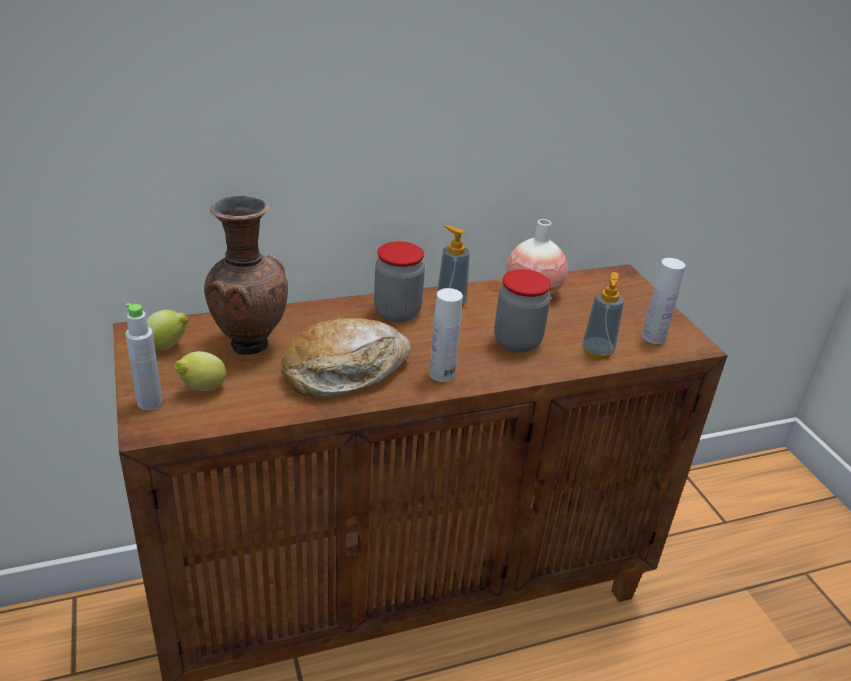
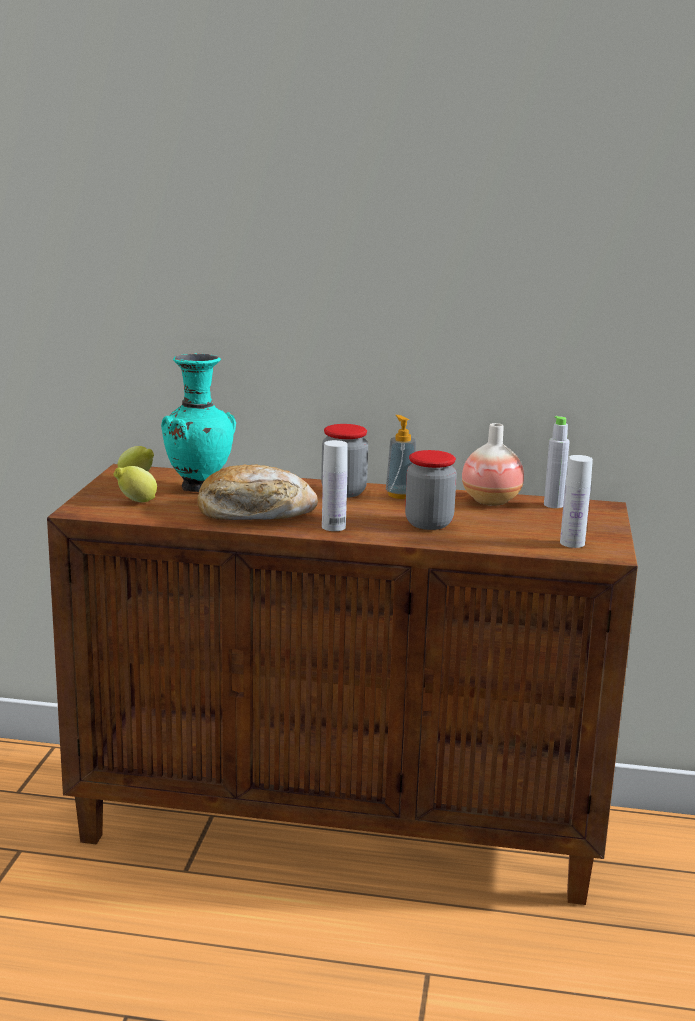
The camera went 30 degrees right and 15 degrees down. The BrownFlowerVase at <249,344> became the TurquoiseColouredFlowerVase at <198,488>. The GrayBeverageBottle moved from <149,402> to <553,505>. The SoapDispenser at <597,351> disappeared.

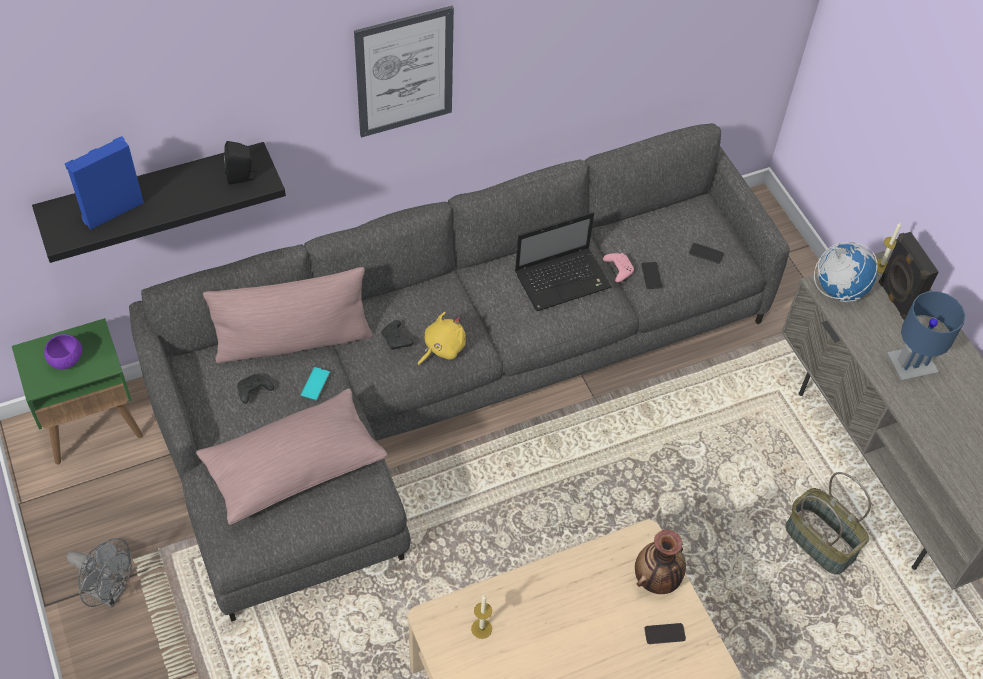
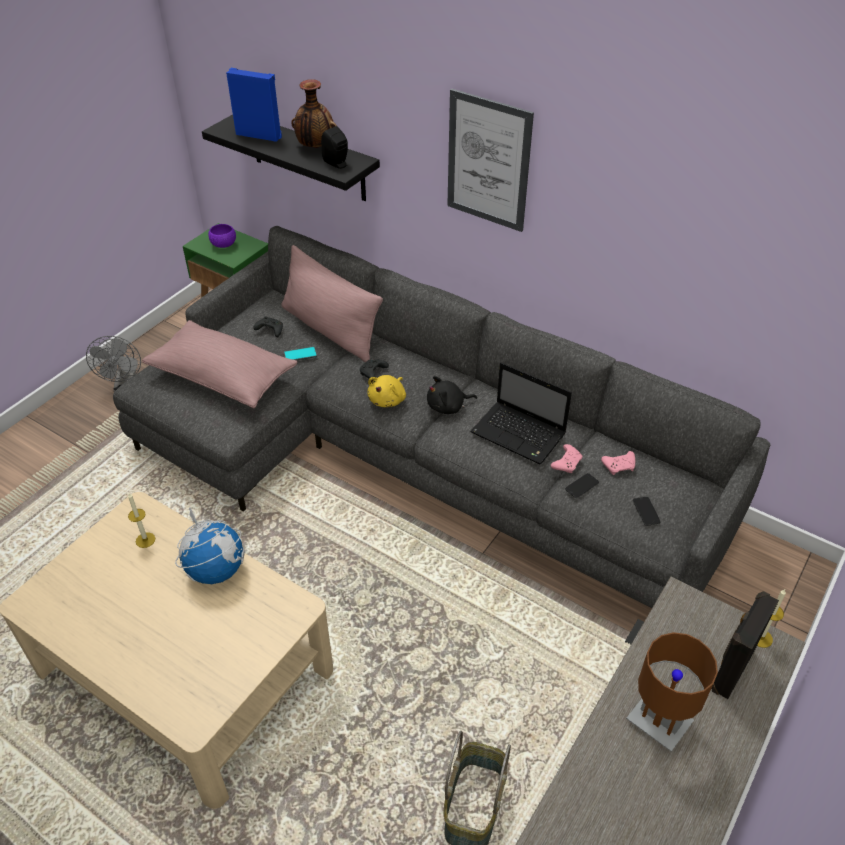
The camera went 60 degrees right and 10 degrees down. The WorldGlobe moved from <838,289> to <216,570>. The FlowerVase moved from <657,579> to <315,147>. The YellowCuddlyToy at <442,348> turned 105 degrees clockwise. The BlackCuddlyToy at <448,406> appeared. The PinkishJoypad at <619,466> appeared. The BlueTableLamp at <911,365> became the BrownTableLamp at <659,722>. The Telephone at <664,634> disappeared.

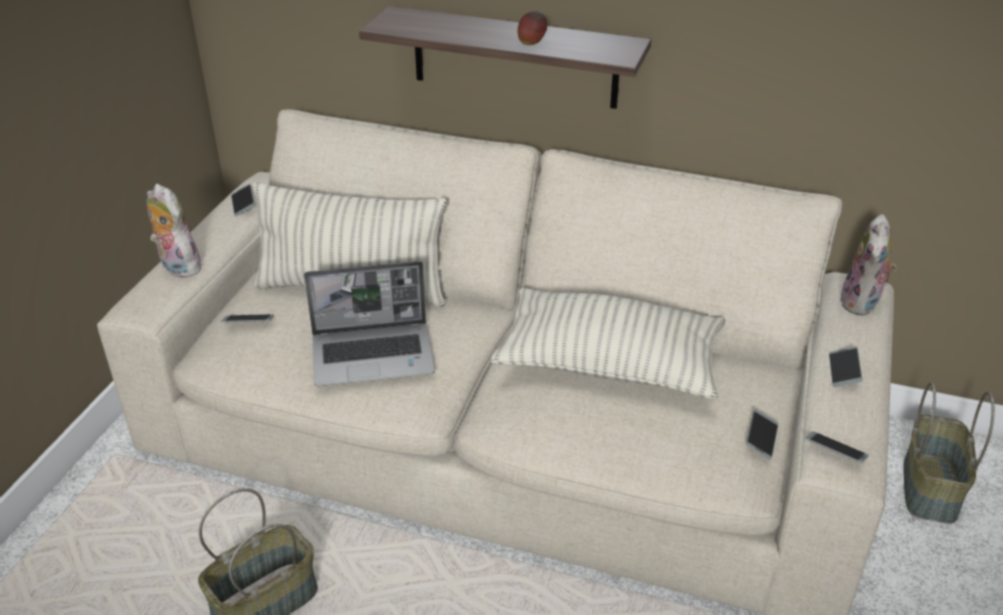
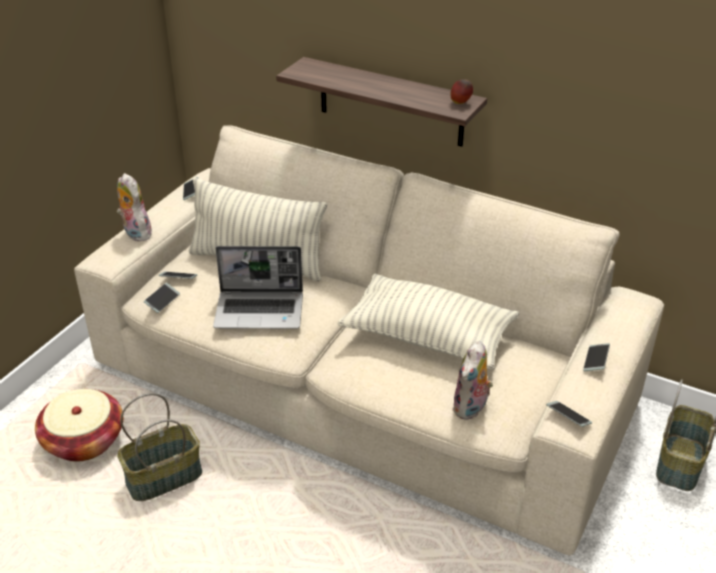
The camera went 10 degrees right and 0 degrees up. The HouseholdBasket at <84,440> appeared. The Telephone moved from <761,438> to <162,301>. The Apple moved from <532,44> to <460,103>. The CuddlyToy moved from <862,304> to <471,408>.

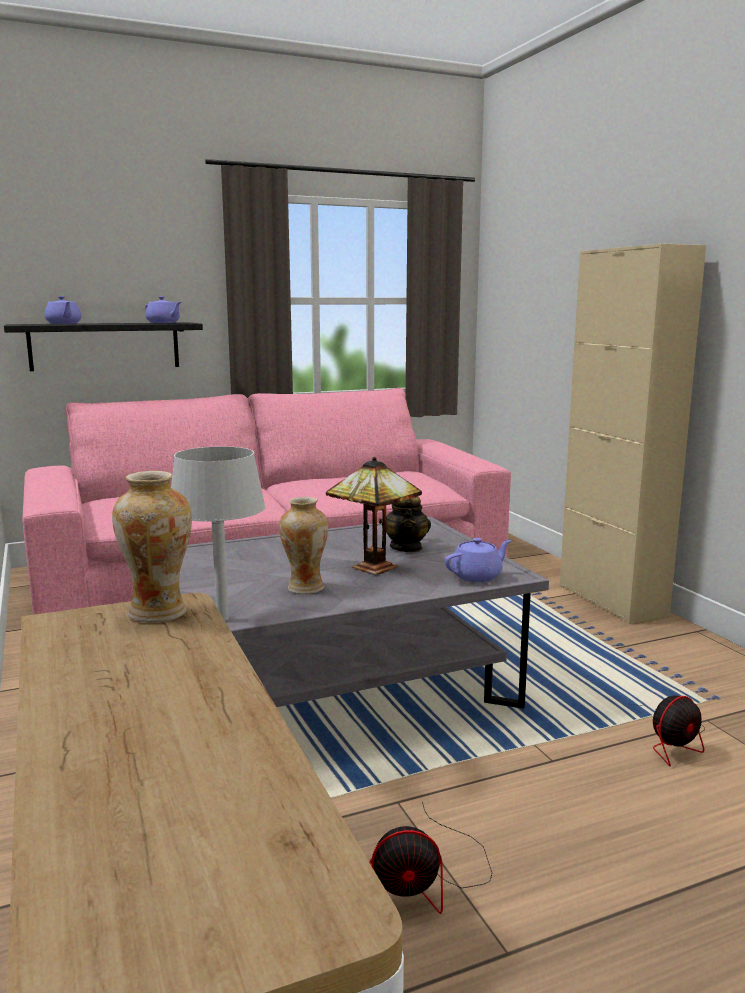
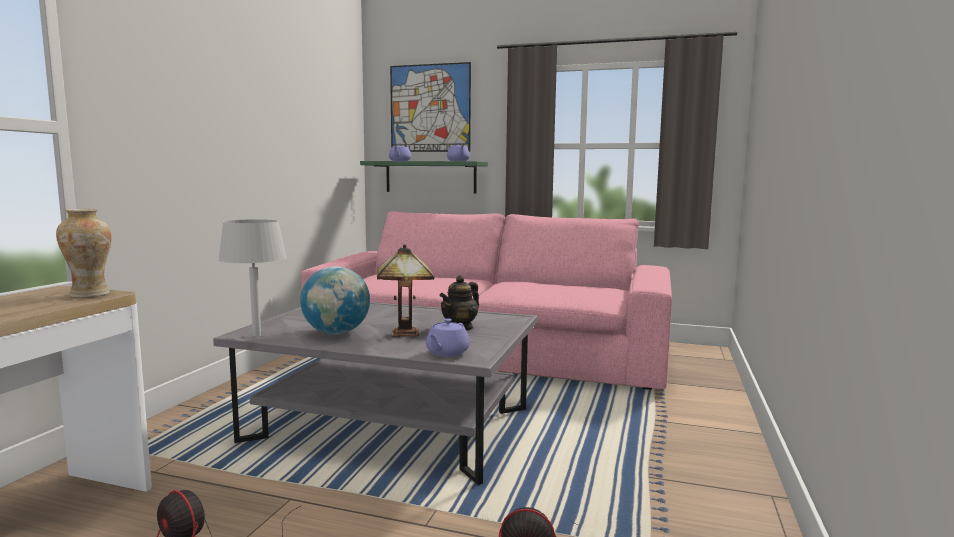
The camera went 40 degrees right and 5 degrees down. The FlowerVase at <305,588> was replaced by the WorldGlobe at <336,333>. The BlackBracketShelf at <105,346> became the GreenBracketShelf at <430,177>. The WallArt at <430,108> appeared. The PurplishPotForTea at <477,576> turned 105 degrees clockwise. The SandColouredCupboard at <611,600> disappeared.

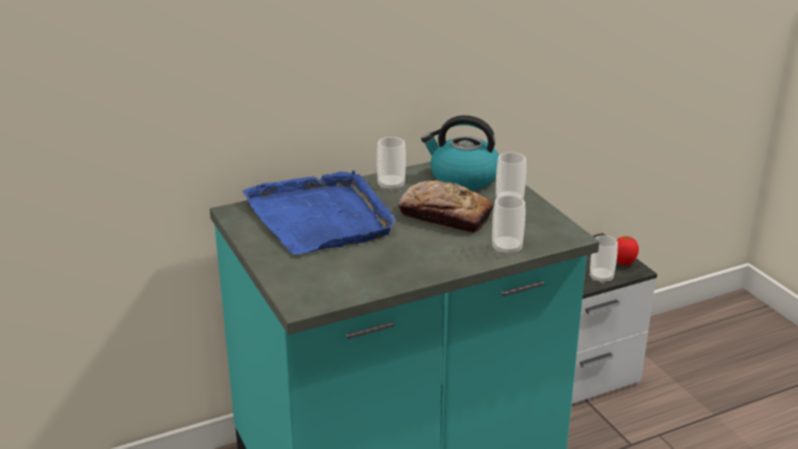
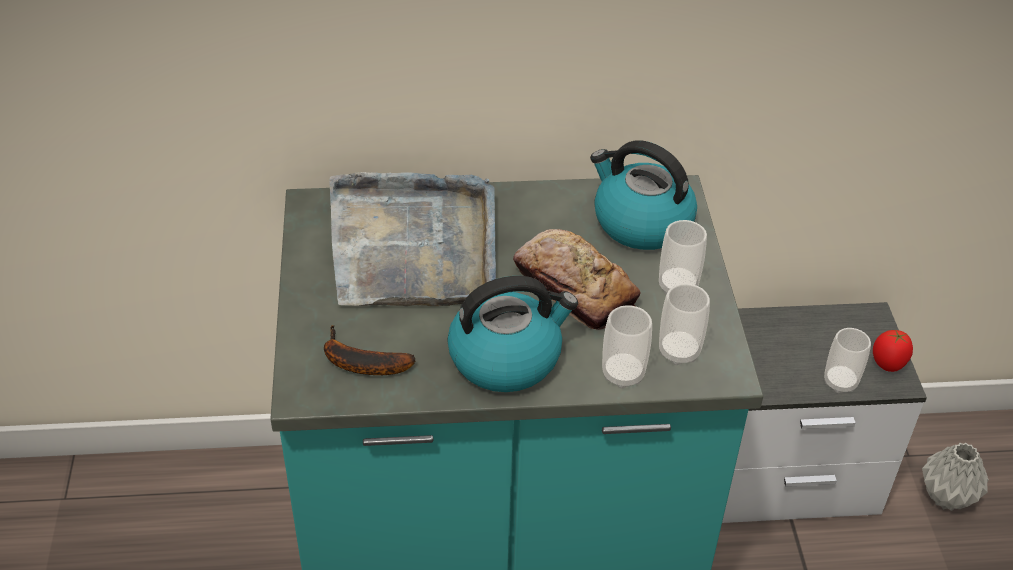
The camera went 20 degrees right and 15 degrees up. The Banana at <359,362> appeared. The BlueCarryingTray at <321,217> became the GrayCarryingTray at <413,245>. The WaterKettle at <506,357> appeared. The SmallCup moved from <391,186> to <679,351>. The GrayFlowerVase at <948,497> appeared.

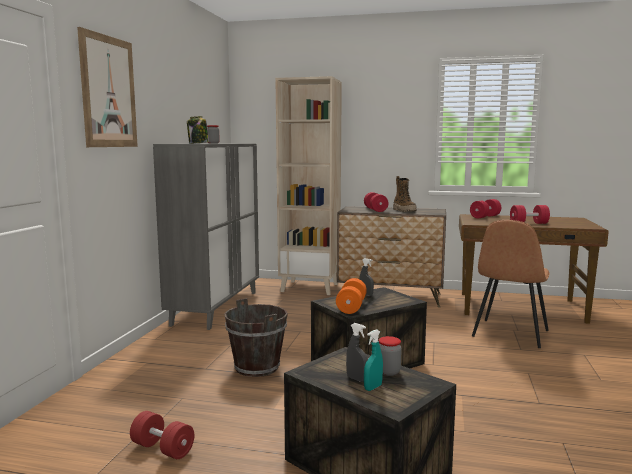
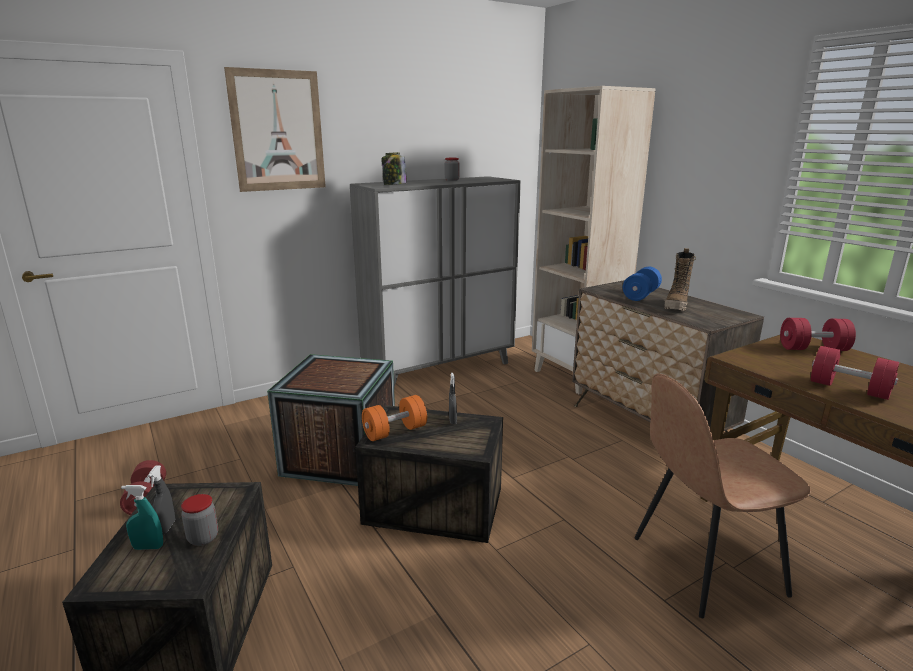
The camera went 45 degrees right and 10 degrees up. The BrownBucket at <257,367> was replaced by the Crate at <340,456>. The RedFreeWeight at <375,210> became the BlueFreeWeight at <641,295>.

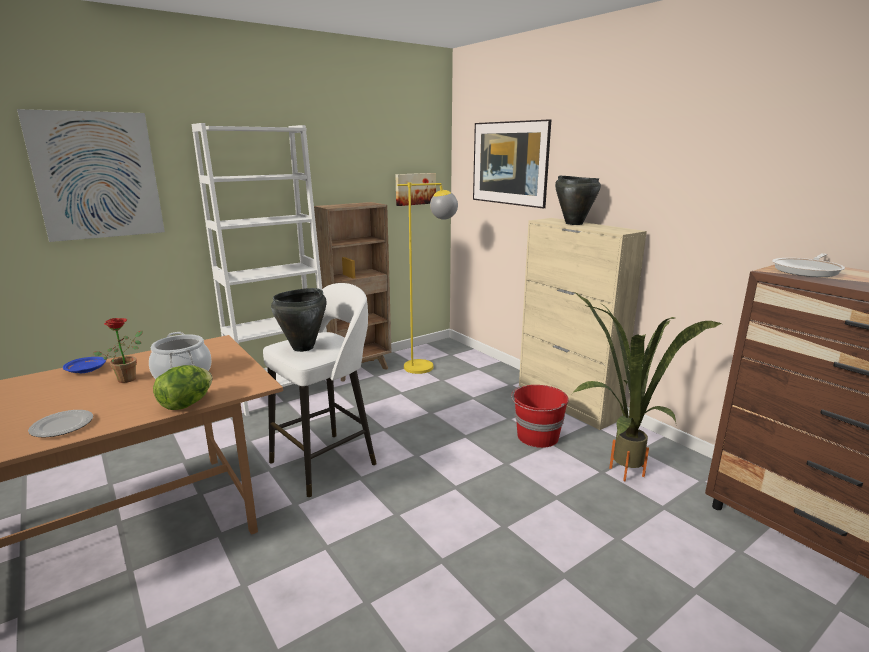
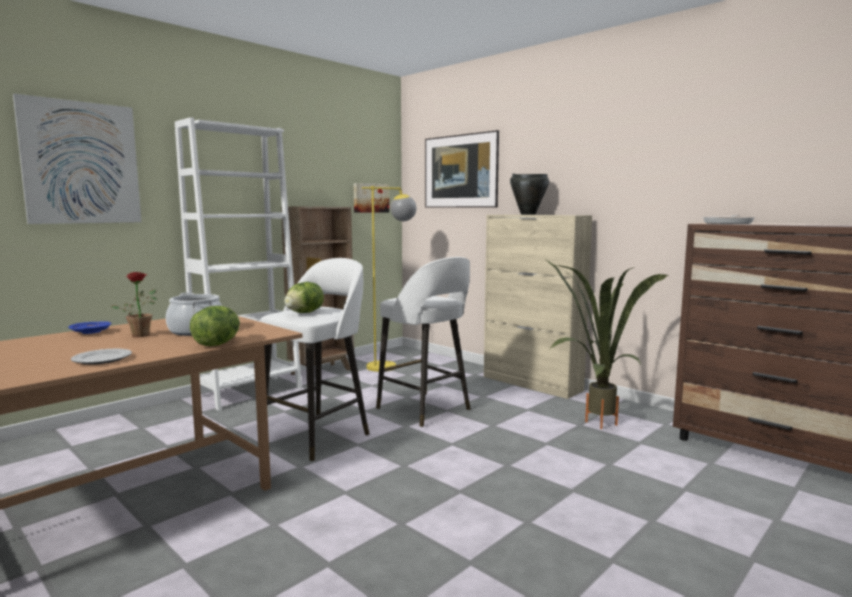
The camera went 10 degrees left and 10 degrees down. The BlackCookingPot at <303,348> was replaced by the Lettuce at <304,313>. The WhiteSittingStool at <425,410> appeared. The RedBucket at <537,437> disappeared.

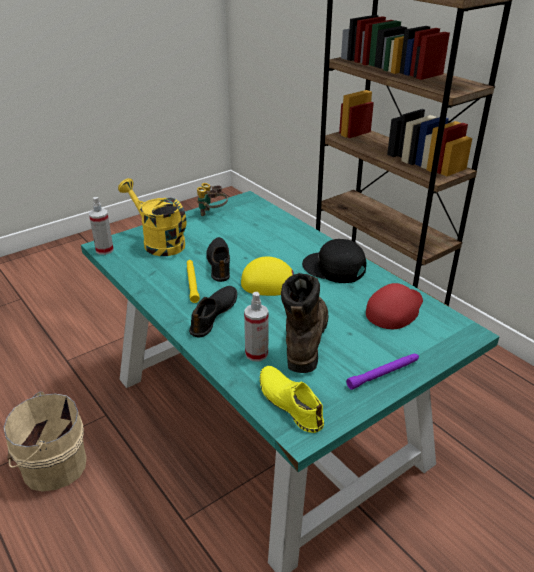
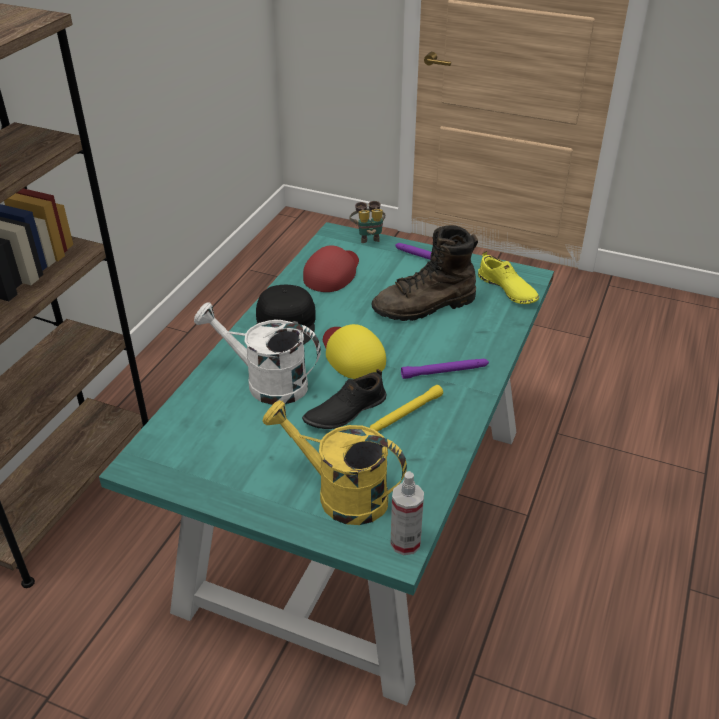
The camera went 120 degrees left and 5 degrees up. The WhiteSprinklingCan at <266,383> appeared. The YellowSprinklingCan at <158,242> turned 105 degrees clockwise. The RedBaseballCap at <395,309> turned 105 degrees clockwise. The PairOfBinoculars moved from <212,214> to <368,236>. The BlackLowShoe at <214,315> was replaced by the PurplishTorch at <445,372>. The YellowLowShoe at <290,402> turned 60 degrees counterclockwise. The SandColouredBucket at <51,466> disappeared. The HandSprayer at <256,354> disappeared.

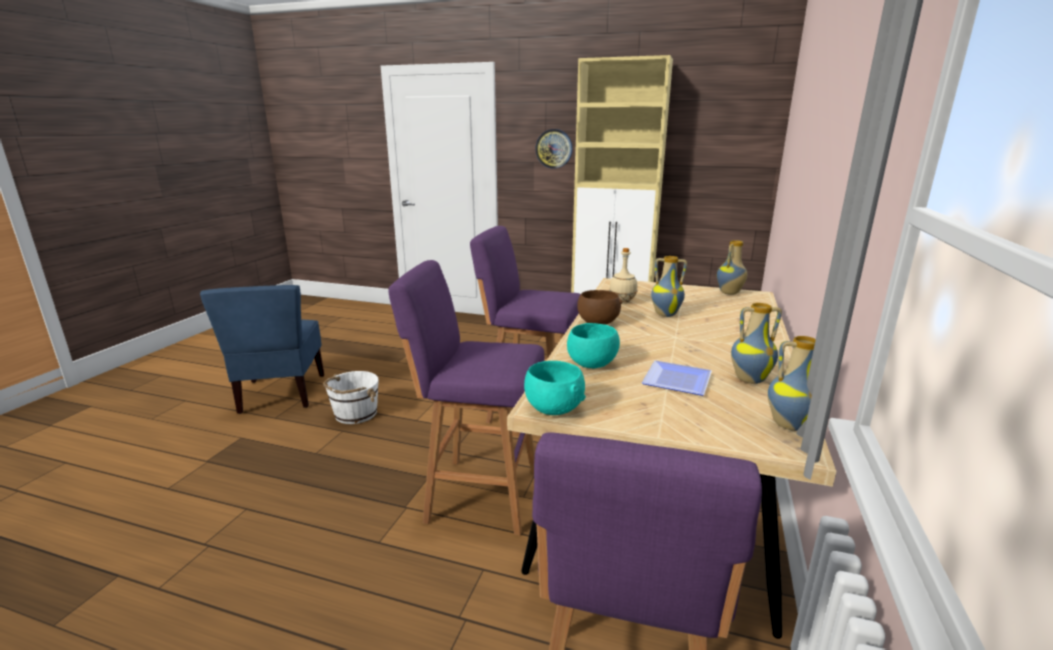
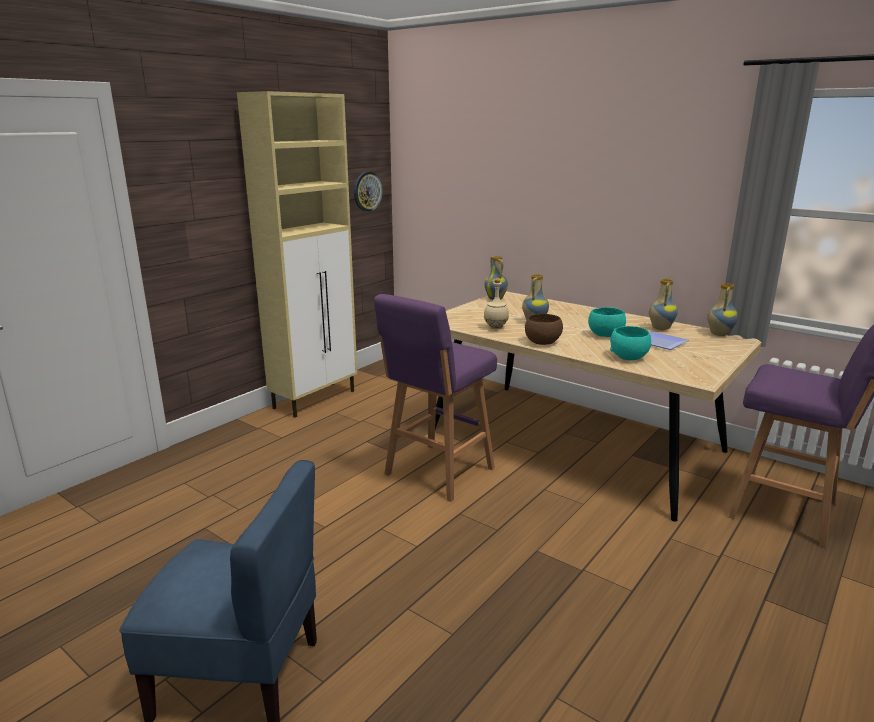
The camera went 70 degrees left and 0 degrees up. The HangingClock moved from <554,148> to <367,191>. The TurquoiseColouredServingBowl moved from <553,409> to <604,335>. The WhiteBucket at <355,414> disappeared. The PurplishSittingStool at <479,494> disappeared.

